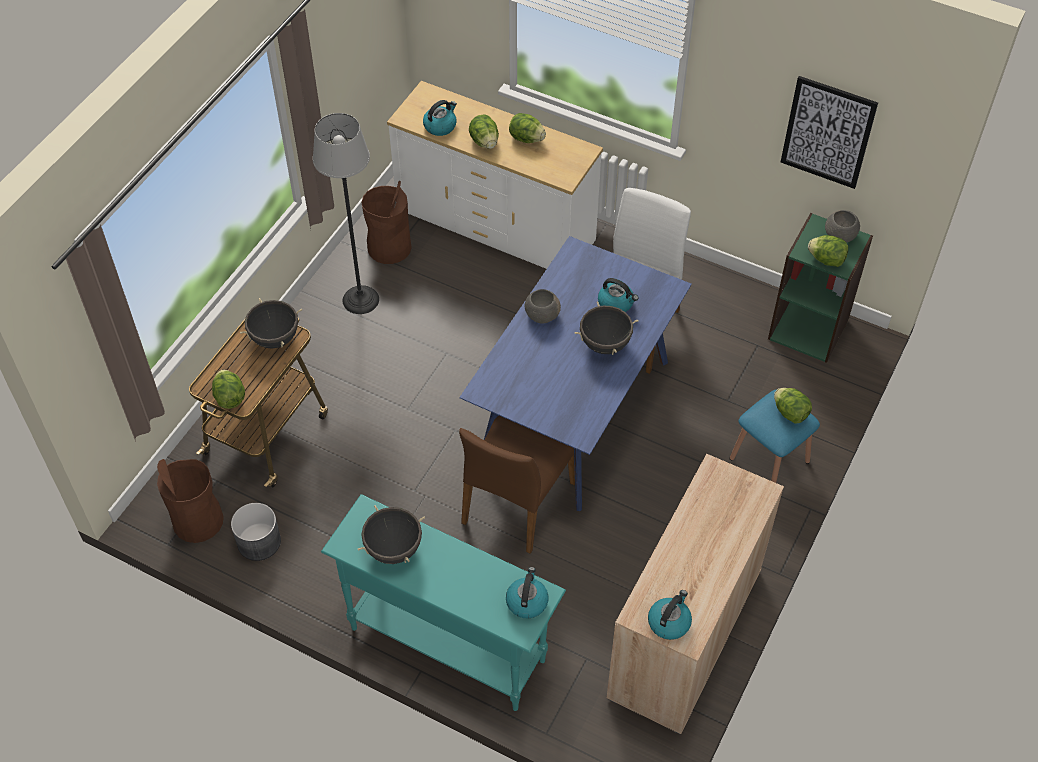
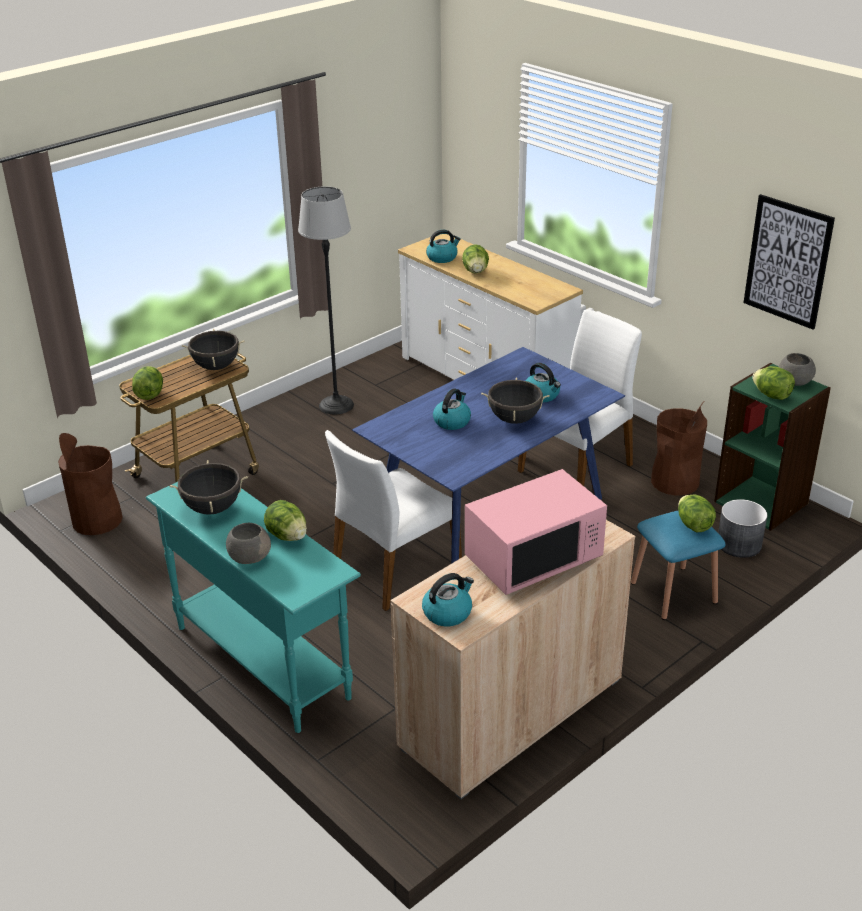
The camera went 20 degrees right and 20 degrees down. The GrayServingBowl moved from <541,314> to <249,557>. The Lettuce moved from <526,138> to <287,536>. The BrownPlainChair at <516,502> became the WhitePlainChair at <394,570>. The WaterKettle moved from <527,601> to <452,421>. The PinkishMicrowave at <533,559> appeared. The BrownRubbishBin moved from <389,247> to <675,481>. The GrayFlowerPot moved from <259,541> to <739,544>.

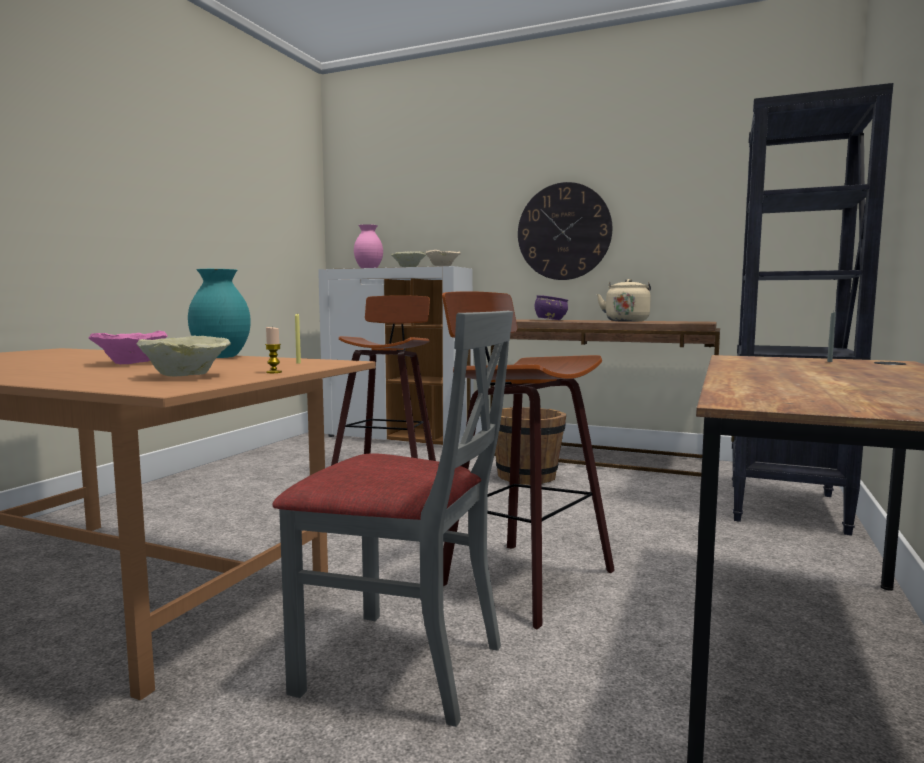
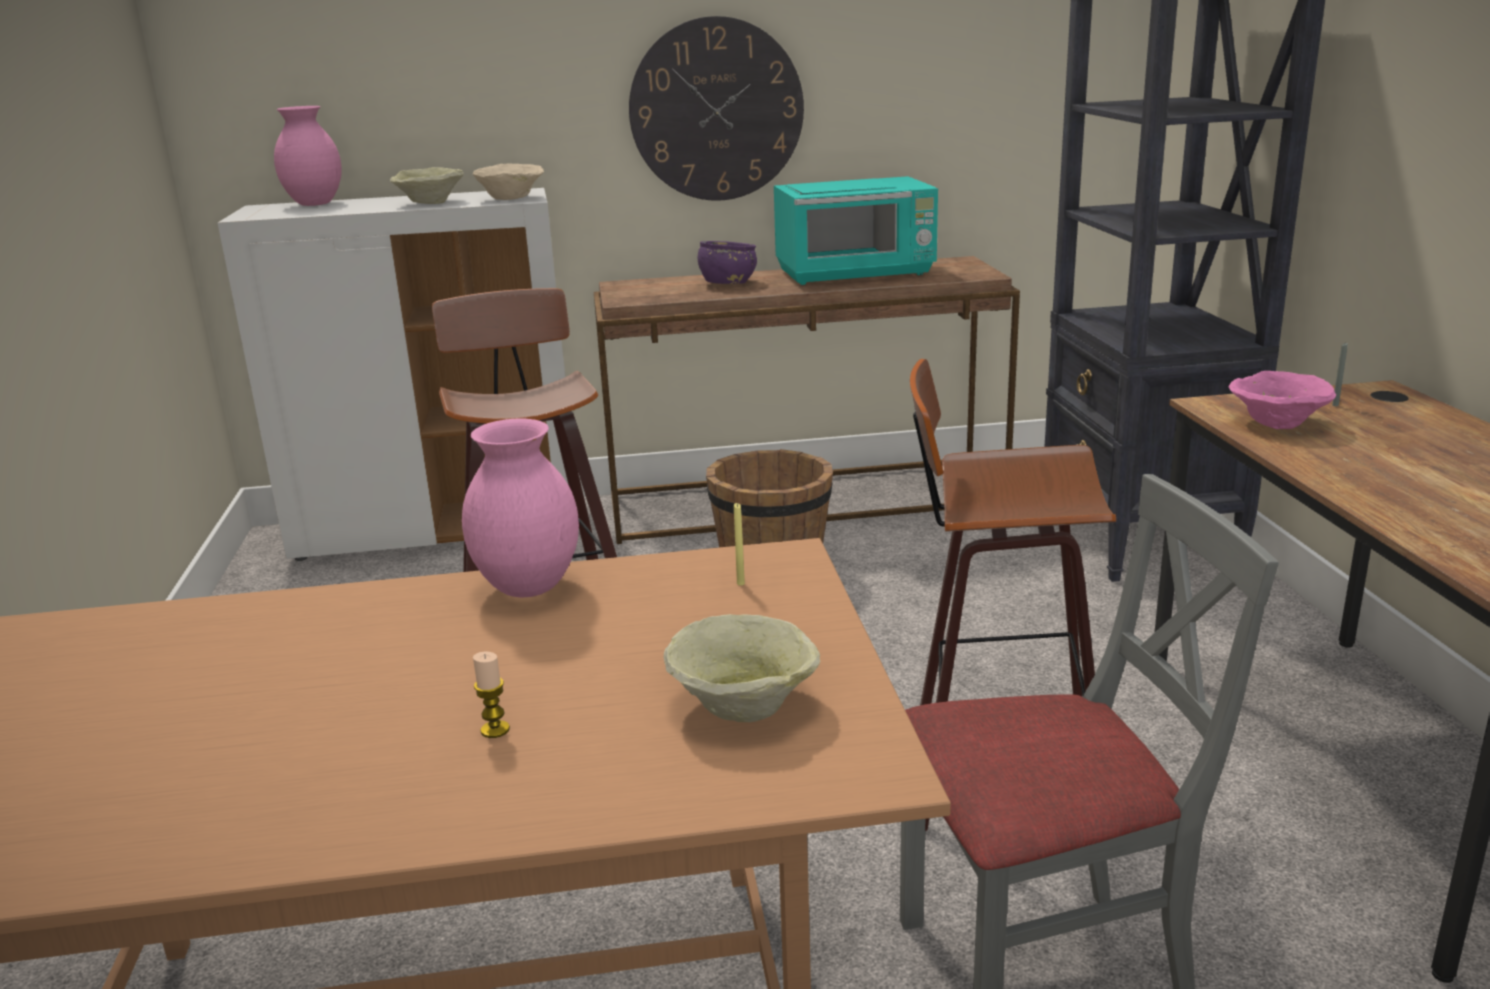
The camera went 30 degrees left and 15 degrees up. The TurquoiseColouredFlowerVase at <222,357> became the PinkishFlowerVase at <530,587>. The WaxCandle moved from <274,372> to <495,730>. The SandColouredWaterKettle at <626,321> was replaced by the TurquoiseColouredMicrowave at <856,274>. The PinkishServingBowl moved from <130,363> to <1275,424>.

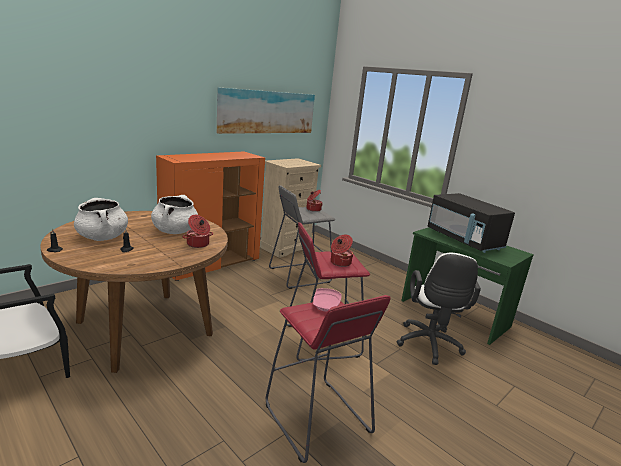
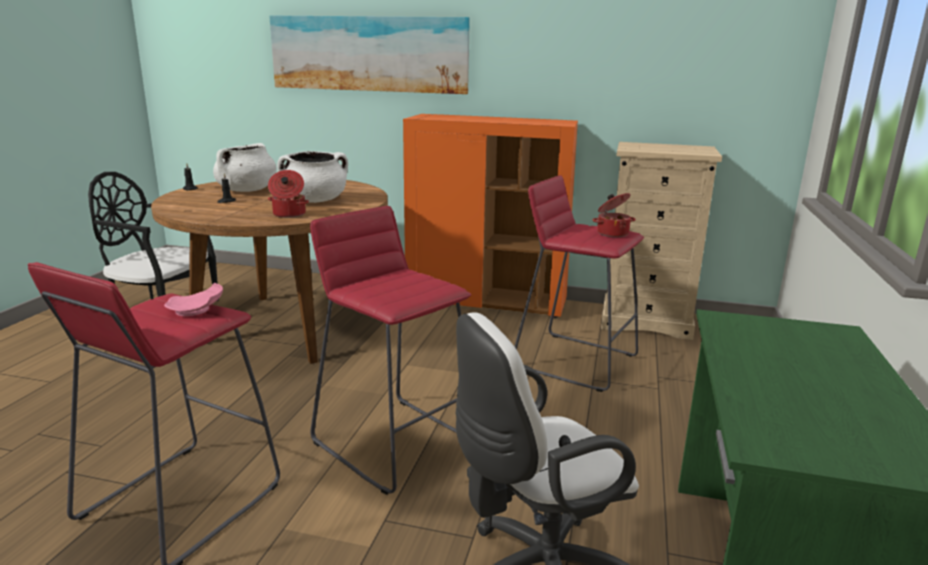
The camera went 60 degrees right and 0 degrees up. The WallArt moved from <267,112> to <368,54>. The GraySittingStool at <299,275> became the RedSittingStool at <574,360>. The CookingPot at <340,263> disappeared. The BlackMicrowave at <464,240> disappeared.

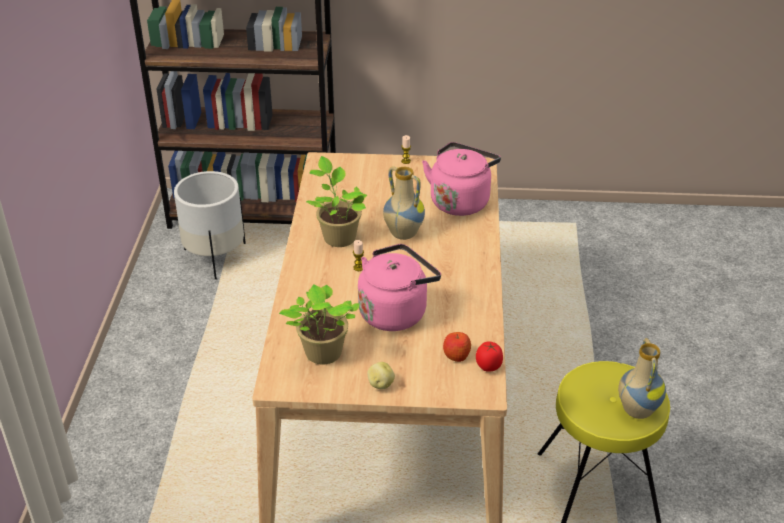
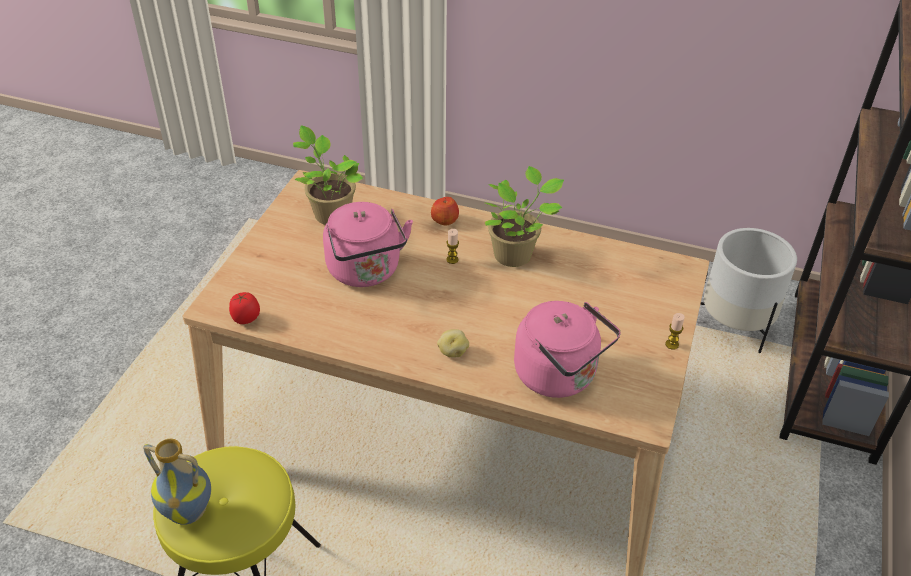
The camera went 105 degrees right and 5 degrees up. The Apple moved from <456,355> to <445,220>. The Potato moved from <380,384> to <452,351>. The FlowerVase at <402,234> disappeared.

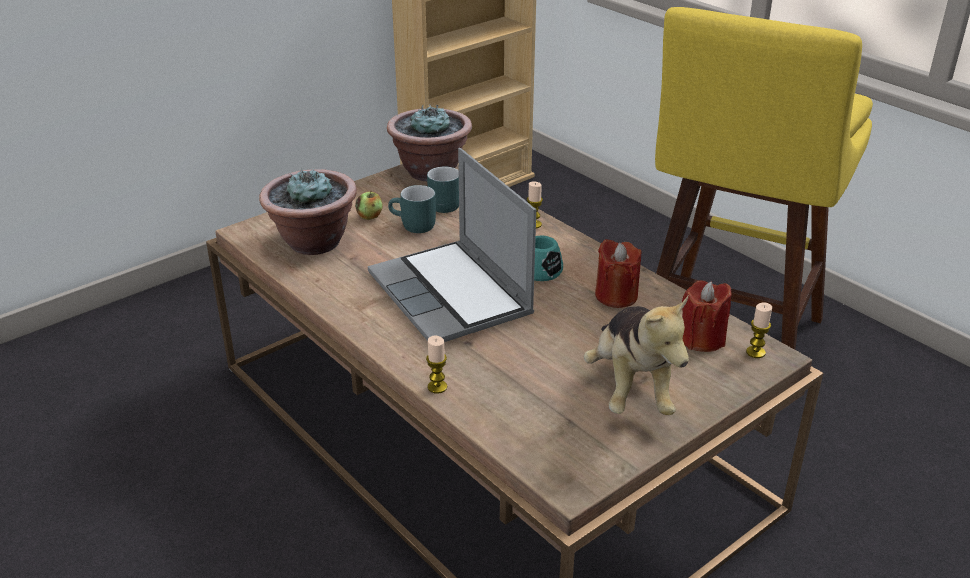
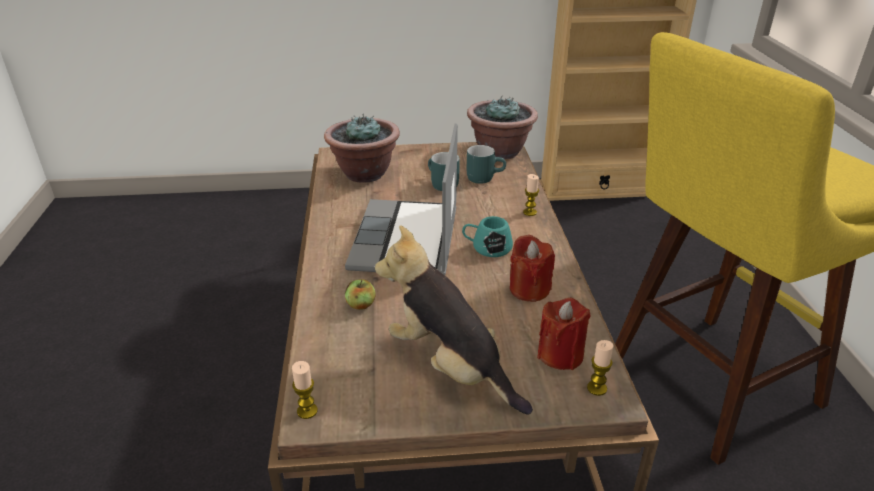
The camera went 35 degrees right and 0 degrees up. The WaxCandle moved from <437,387> to <307,411>. The Apple moved from <369,216> to <361,305>. The CuddlyToy at <631,388> turned 105 degrees clockwise.

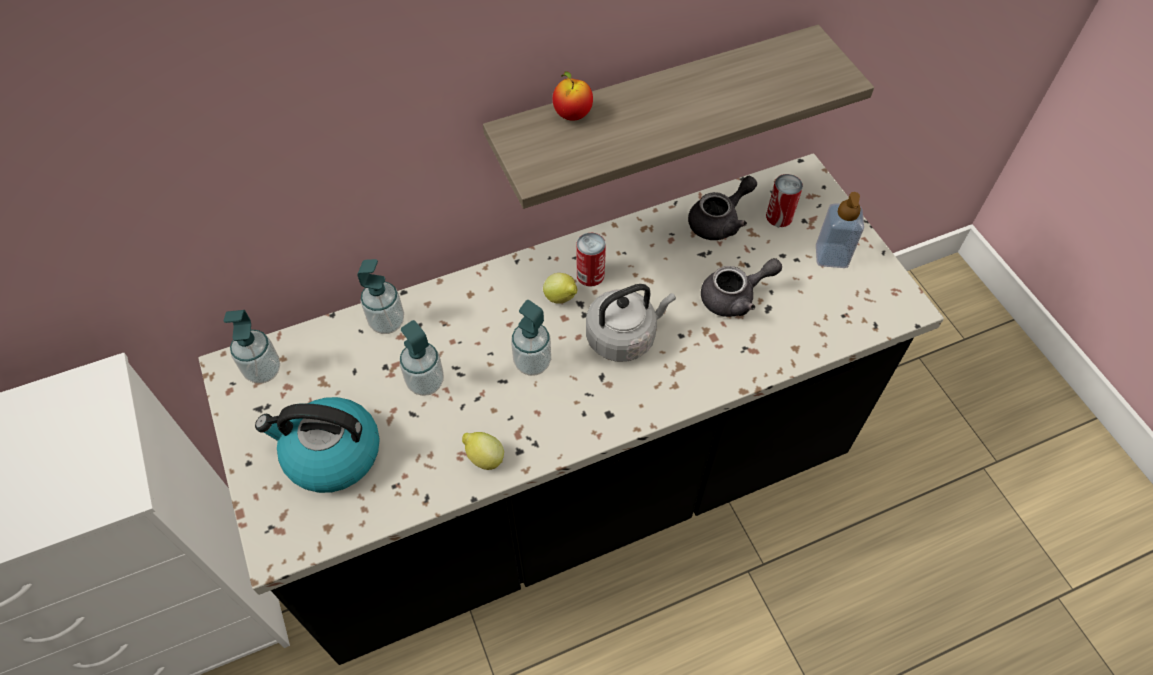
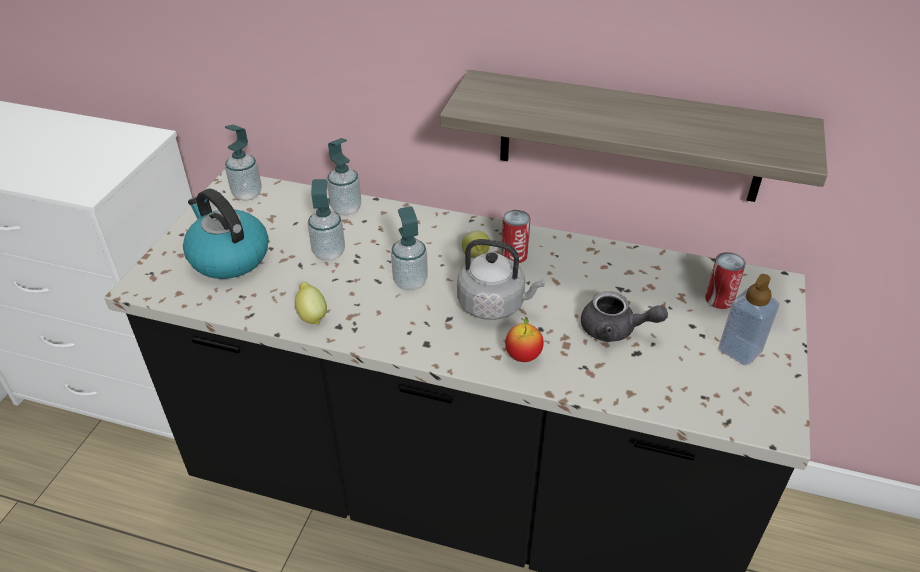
The camera went 40 degrees right and 15 degrees down. The Apple moved from <572,115> to <523,356>. The GrayPotForTea at <719,221> disappeared.

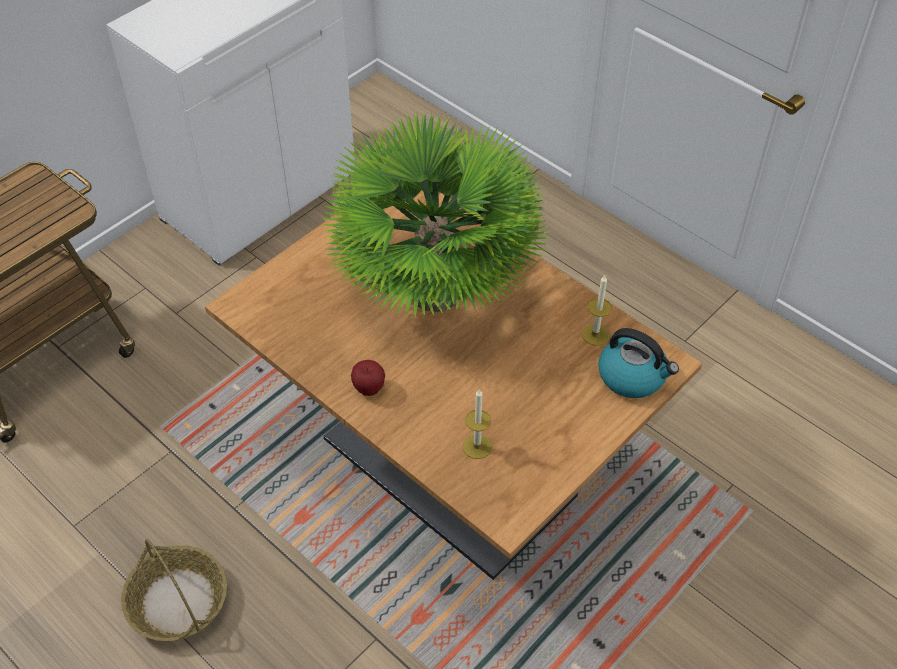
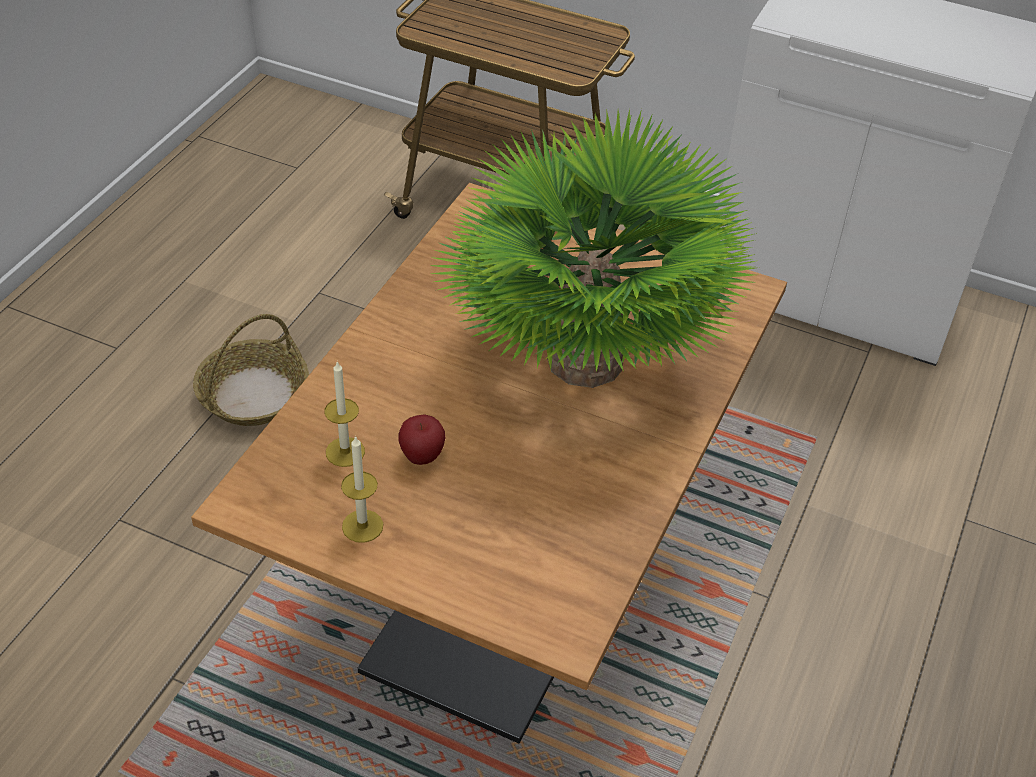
The camera went 70 degrees right and 5 degrees down. The WaxCandle moved from <595,334> to <362,526>. The Apple moved from <369,389> to <422,457>. The WaterKettle at <633,376> disappeared.

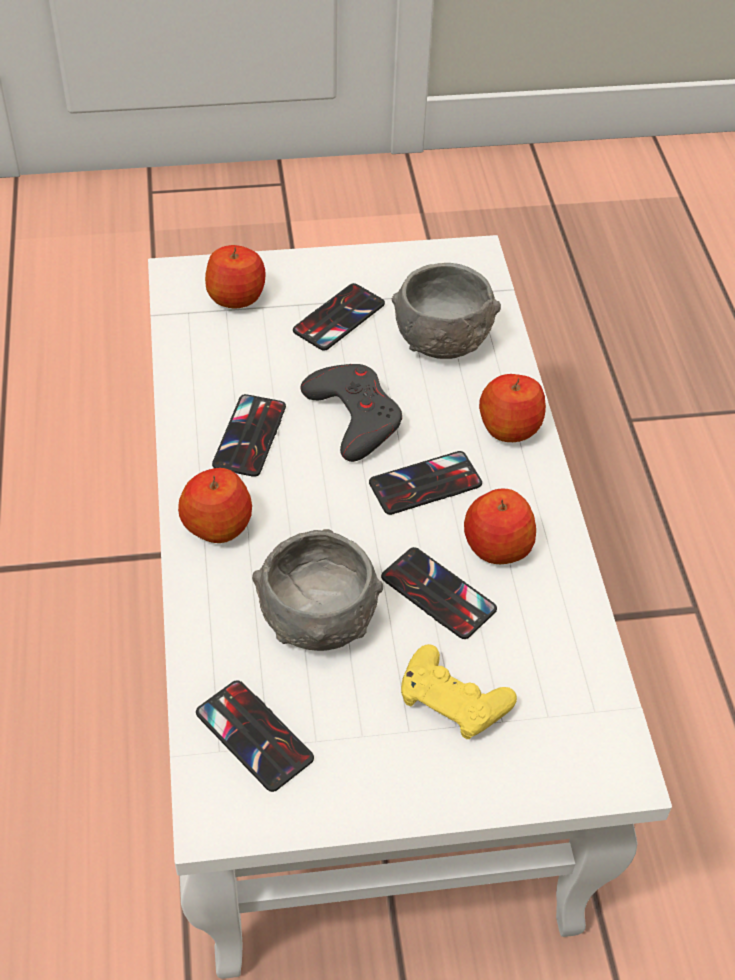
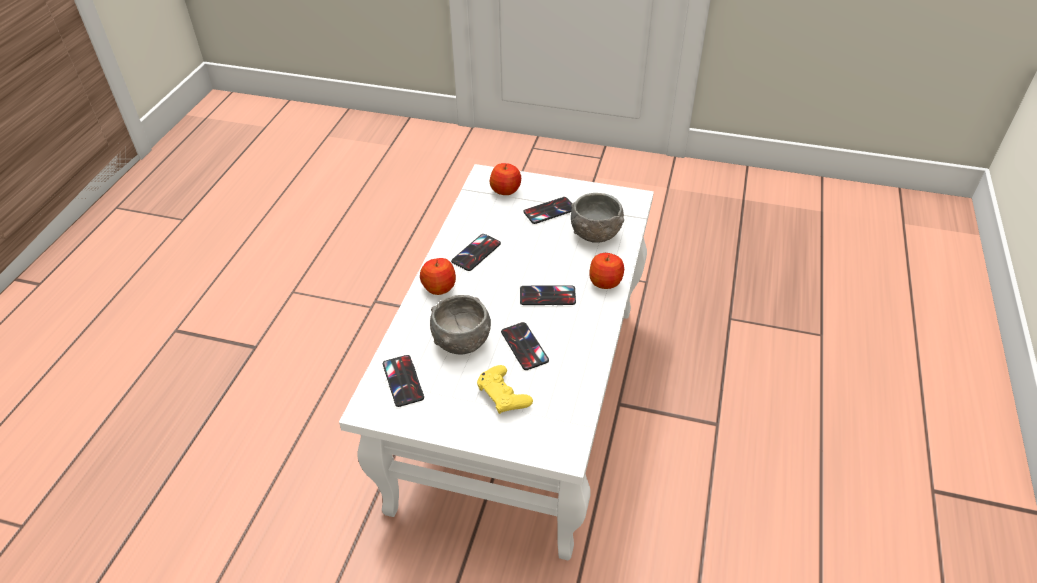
The camera went 25 degrees right and 5 degrees down. The GrayJoypad at <354,416> disappeared. The Apple at <496,546> disappeared.

